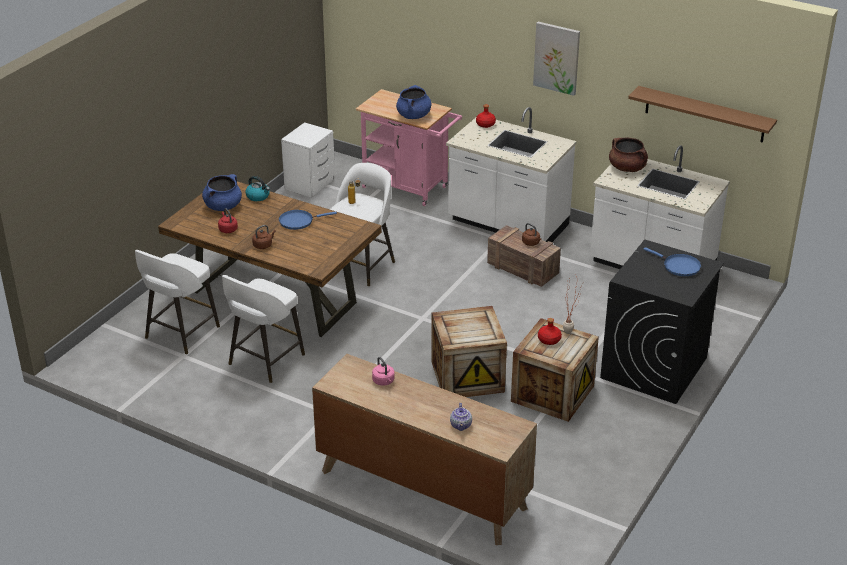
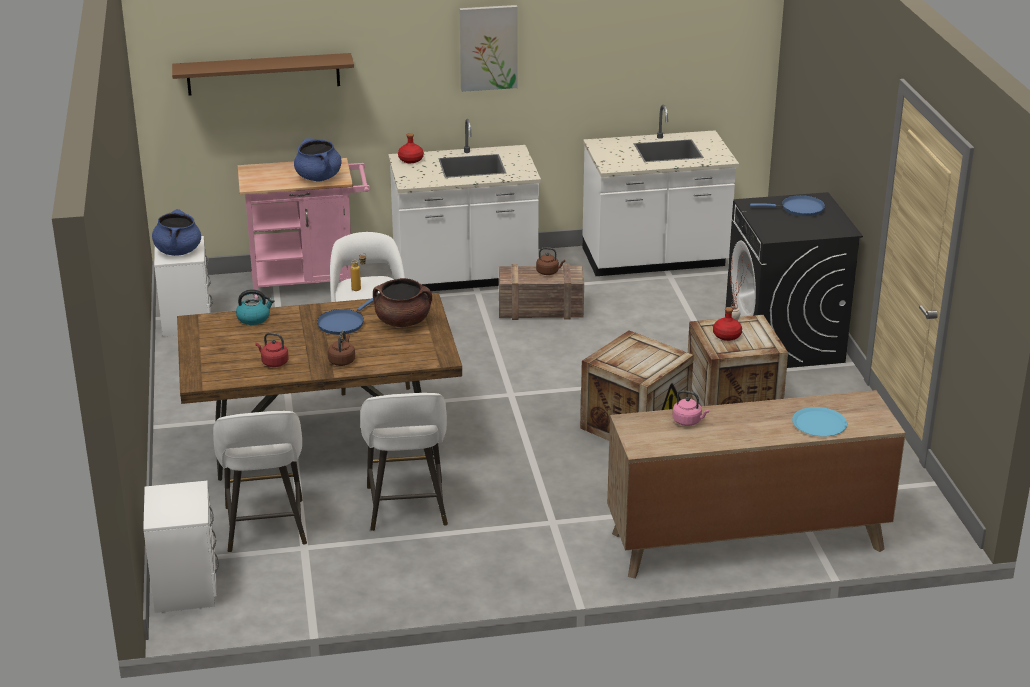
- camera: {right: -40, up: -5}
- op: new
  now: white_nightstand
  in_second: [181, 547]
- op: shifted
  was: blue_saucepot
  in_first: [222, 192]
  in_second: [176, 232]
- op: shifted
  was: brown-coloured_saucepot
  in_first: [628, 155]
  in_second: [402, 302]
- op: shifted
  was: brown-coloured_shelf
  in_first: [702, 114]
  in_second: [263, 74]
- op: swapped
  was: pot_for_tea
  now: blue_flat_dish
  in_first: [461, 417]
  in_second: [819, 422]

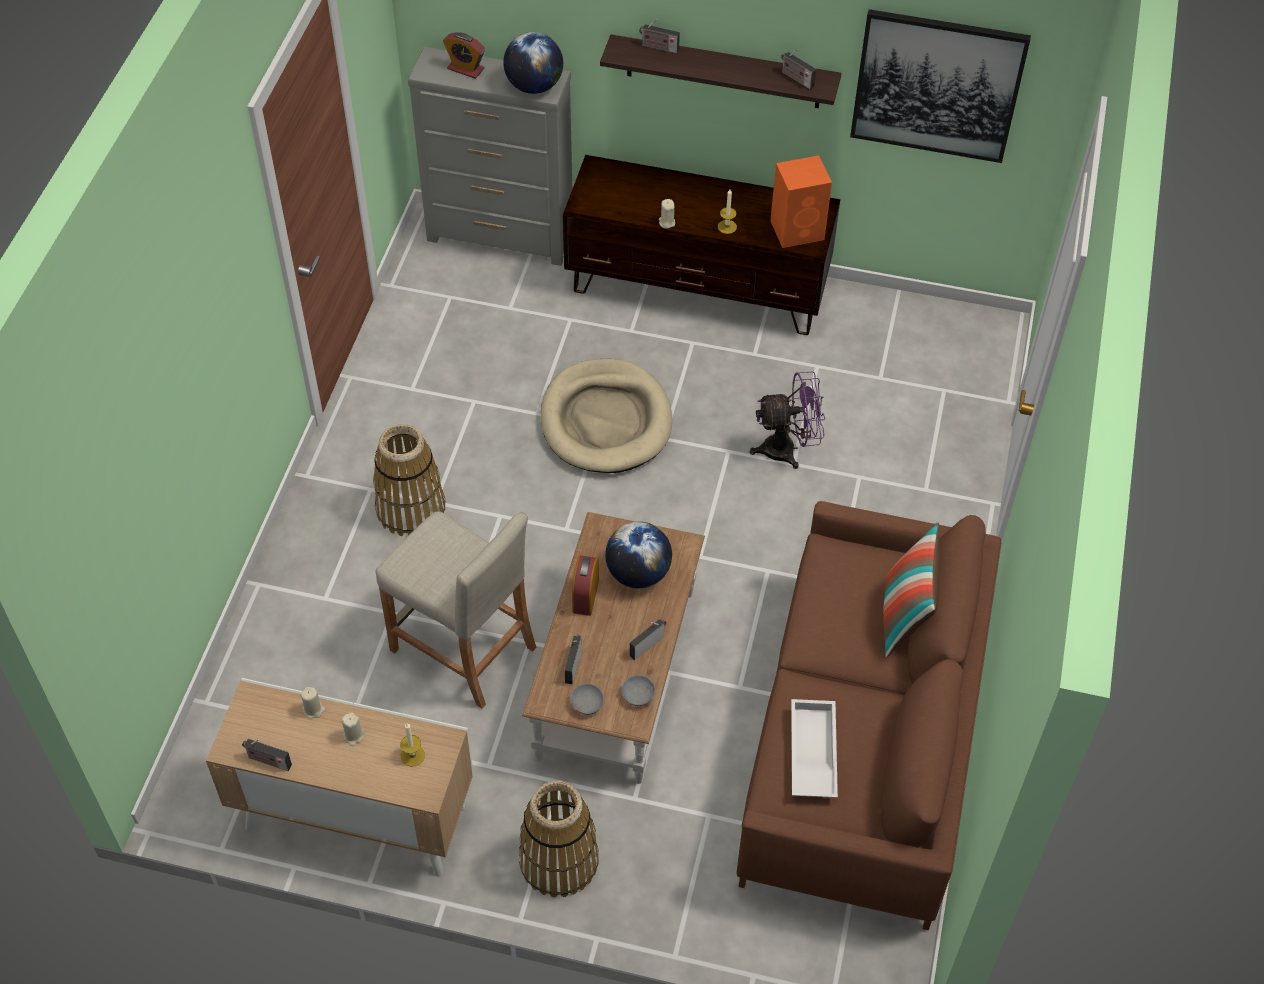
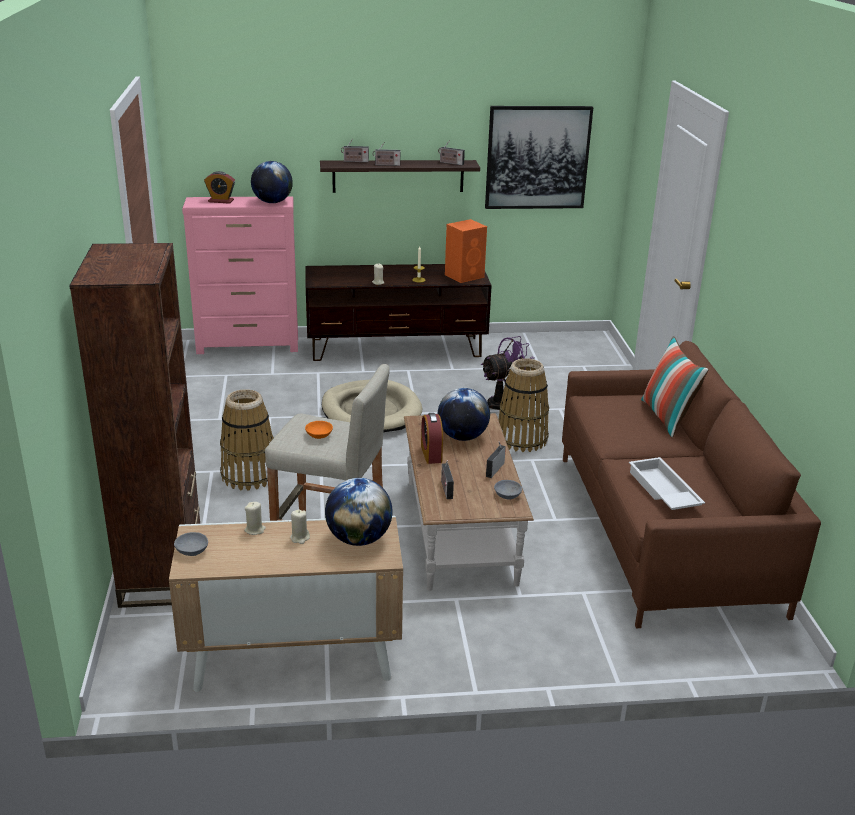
- camera: {right: -20, up: -25}
- op: new
  now: brown-coloured_bookcase
  in_second: [134, 425]
- op: new
  now: orange_bowl
  in_second: [319, 430]
- op: shifted
  was: radio_set
  in_first: [267, 755]
  in_second: [386, 154]
- op: shifted
  was: household_basket
  in_first: [559, 839]
  in_second: [523, 405]
- op: shifted
  was: greyish_bowl
  in_first: [587, 699]
  in_second: [191, 544]
- op: swapped
  was: wax_light
  now: globe
  in_first: [412, 745]
  in_second: [359, 512]
- op: repainted
  was: greyish_chest_of_drawers
  now: pink_chest_of_drawers
  in_first: [490, 156]
  in_second: [240, 275]

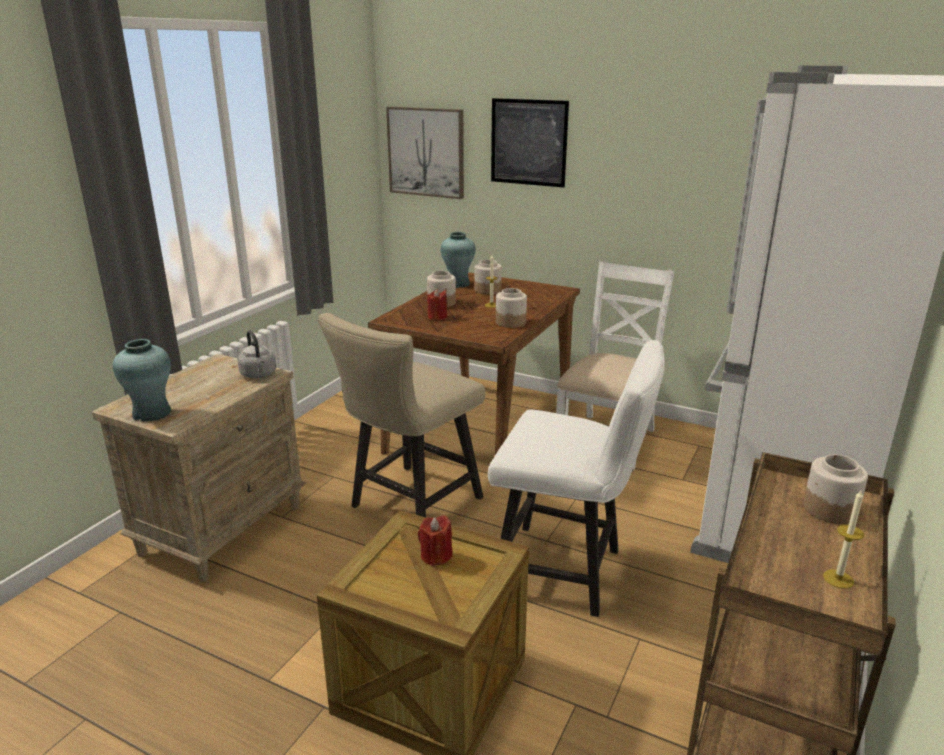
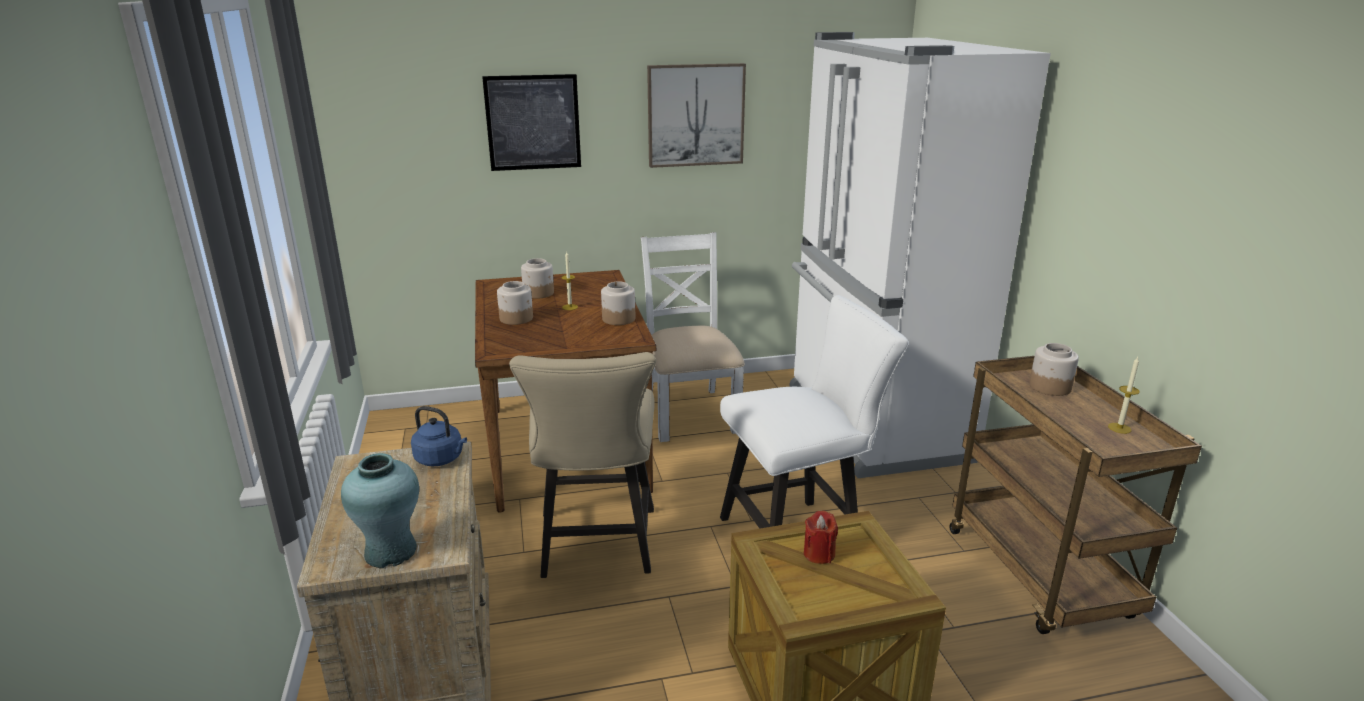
- camera: {right: -40, up: 0}
- op: gone
  was: red_wax_light
  in_first: [437, 304]
- op: gone
  was: turquoise_flower_vase
  in_first: [458, 260]
- op: shifted
  was: picture
  in_first: [425, 153]
  in_second: [696, 115]
- op: repainted
  was: greyish_water_kettle
  now: blue_water_kettle
  in_first: [257, 354]
  in_second: [439, 436]

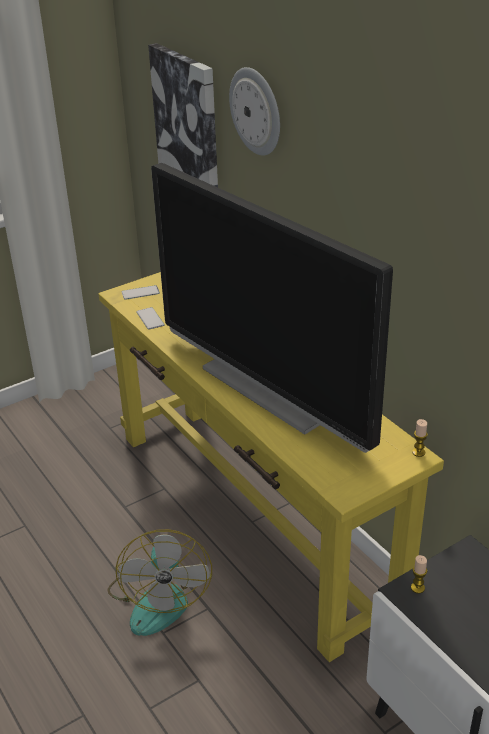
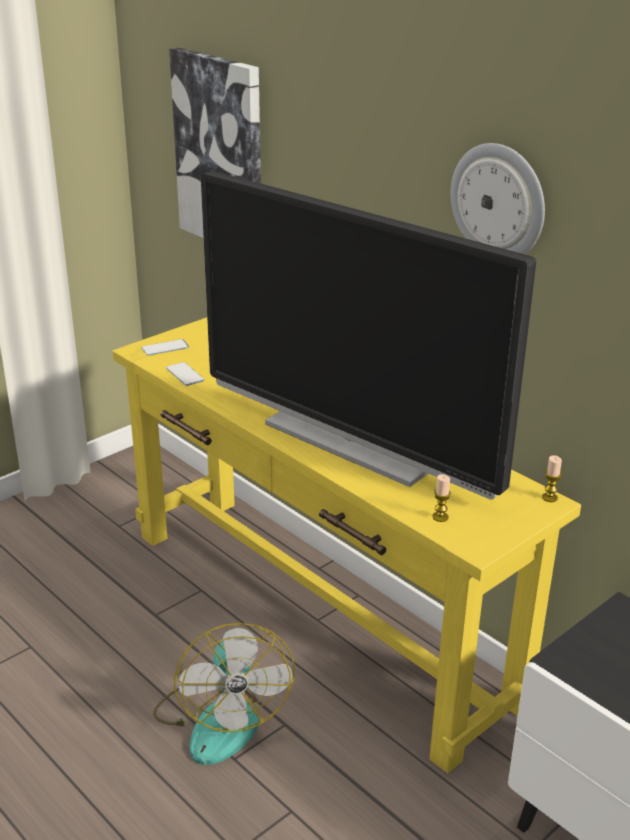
- camera: {right: -10, up: -5}
- op: shifted
  was: clock_on_the_wall
  in_first: [254, 111]
  in_second: [498, 198]
- op: shifted
  was: wax_light
  in_first: [419, 574]
  in_second: [441, 498]

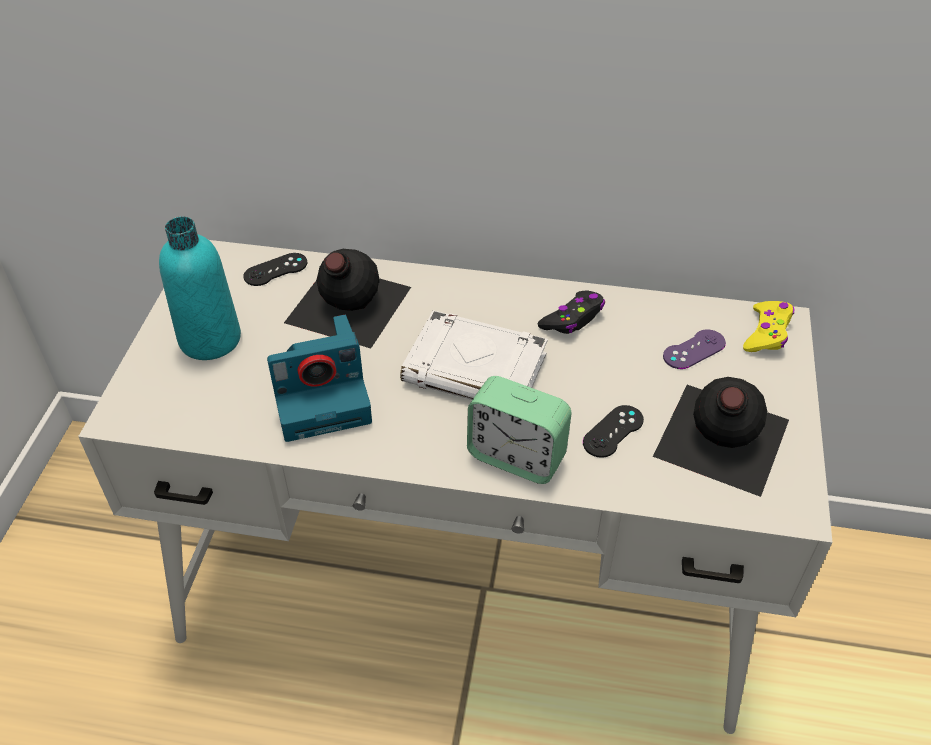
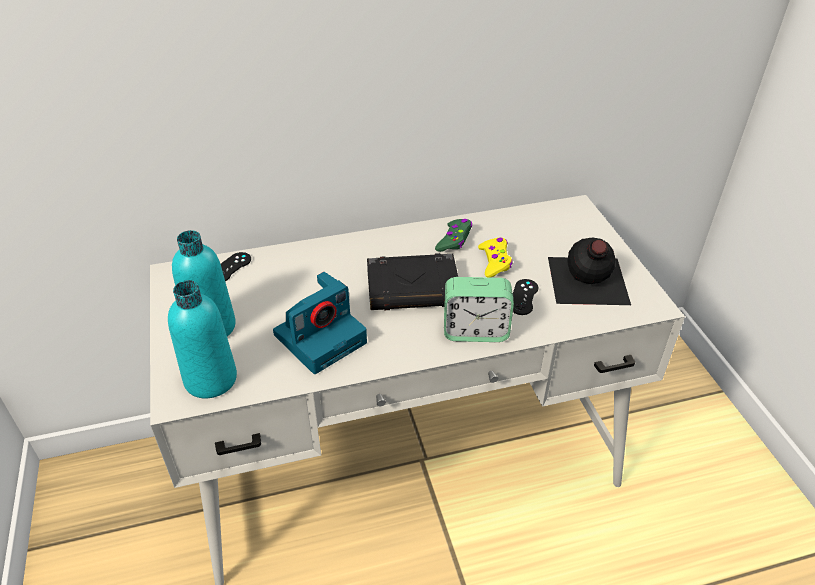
- camera: {right: -25, up: -5}
- op: gone
  was: black-coloured_bottle
  in_first: [347, 298]
- op: gone
  was: purplish_gamepad
  in_first: [694, 349]
- op: new
  now: turquoise_bottle
  in_second: [202, 339]
- op: shifted
  was: yellowish_gamepad
  in_first: [768, 326]
  in_second: [495, 257]
- op: repainted
  was: white_volume
  now: black-coloured_volume
  in_first: [474, 355]
  in_second: [412, 281]
- op: repainted
  was: black-coloured_gamepad
  now: green-coloured_gamepad
  in_first: [571, 312]
  in_second: [453, 235]

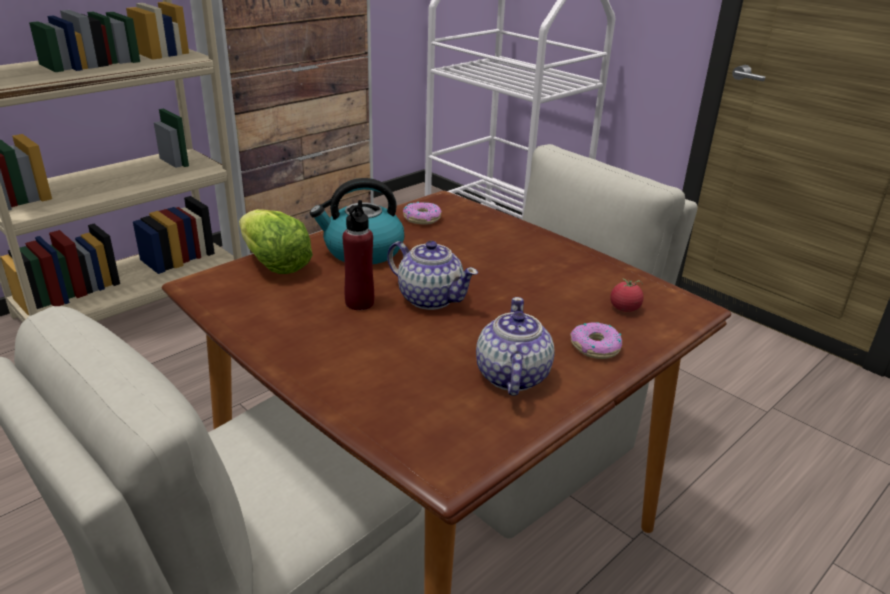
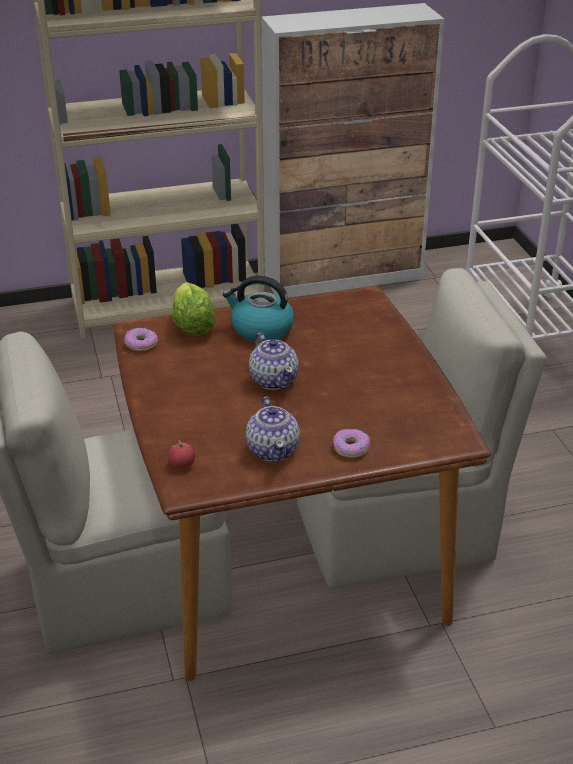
- camera: {right: 30, up: 5}
- op: gone
  was: red_bottle
  in_first: [358, 255]
- op: shifted
  was: ring_doughnut
  in_first: [422, 213]
  in_second: [141, 339]
- op: shifted
  was: fresh_tomato
  in_first: [626, 295]
  in_second: [181, 454]
- op: rotated
  was: pot_for_tea
  in_first: [515, 346]
  in_second: [273, 430]
  clockwise: 135

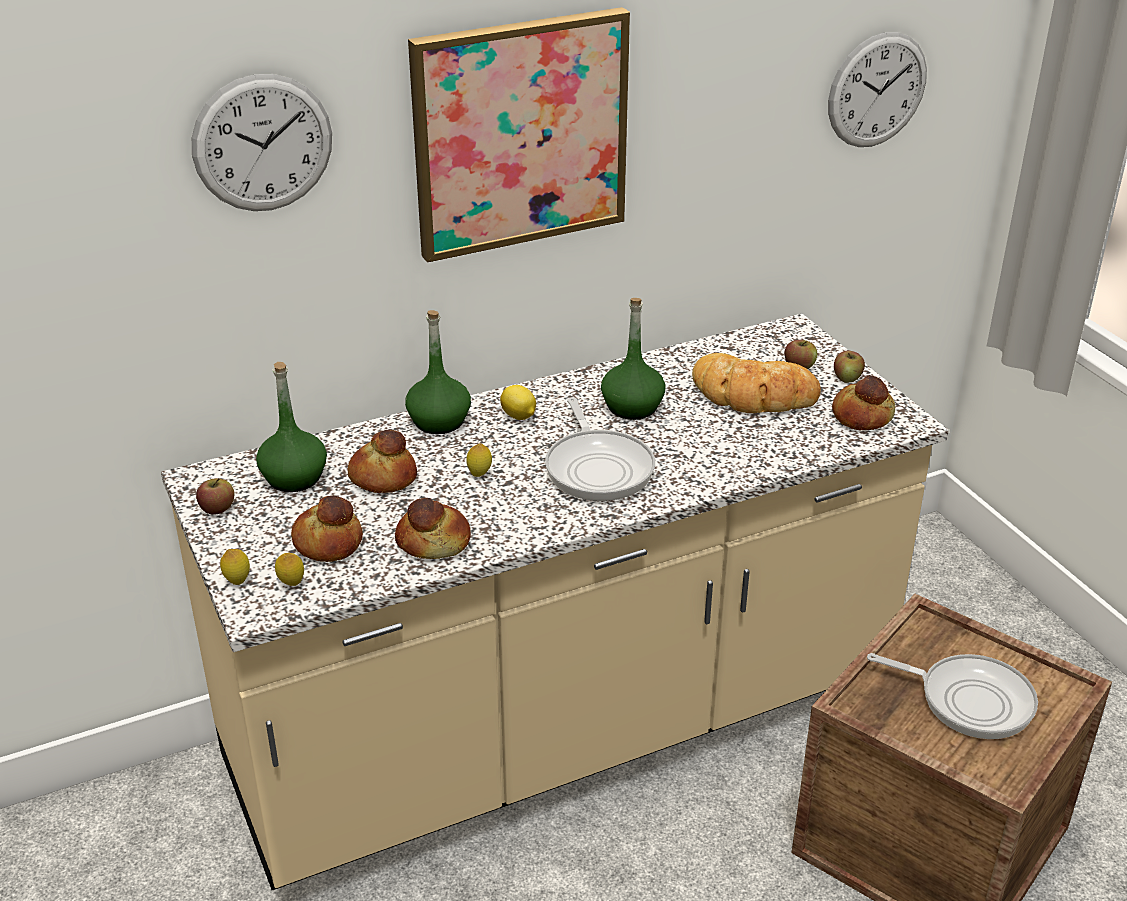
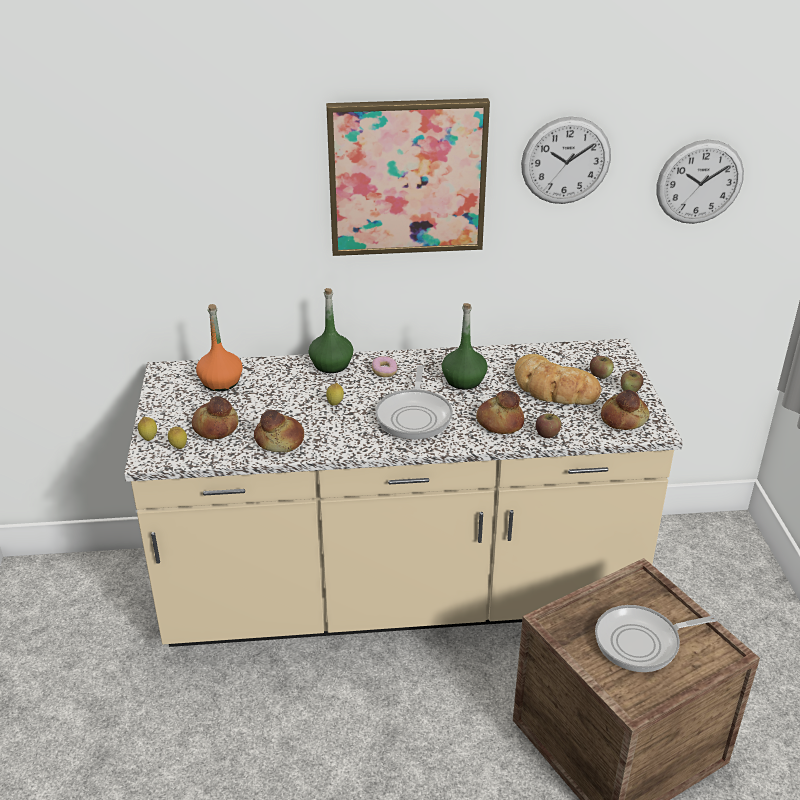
- camera: {right: 20, up: 0}
- op: shifted
  was: clock_on_the_wall
  in_first: [262, 142]
  in_second: [566, 160]
- op: shifted
  was: apple_fruit
  in_first: [215, 496]
  in_second: [548, 425]
- op: shifted
  was: bakery_bread
  in_first: [382, 461]
  in_second: [500, 412]
- op: swapped
  was: citrus_fruit
  now: ring_doughnut
  in_first: [518, 402]
  in_second: [384, 366]
- op: repainted
  was: green-coloured_bottle
  now: orange_bottle
  in_first: [291, 427]
  in_second: [219, 347]
- op: rotated
  was: frying_pan
  in_first: [952, 696]
  in_second: [656, 638]
  clockwise: 120

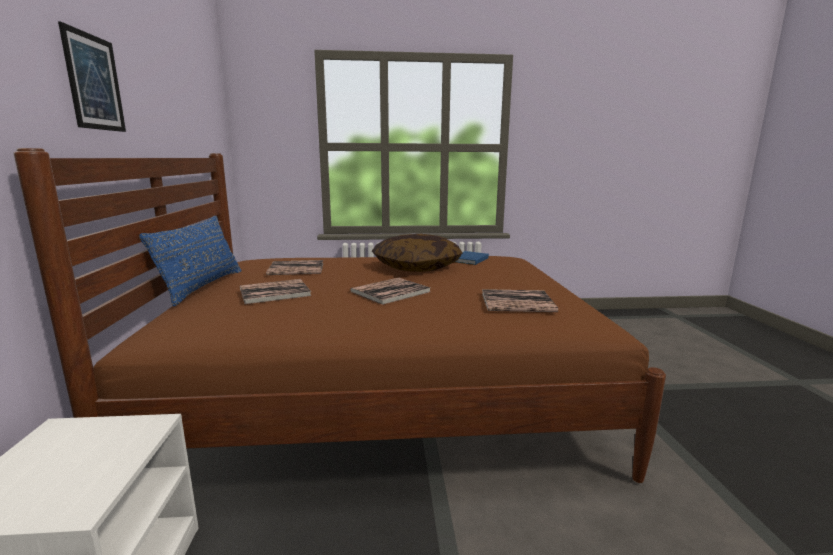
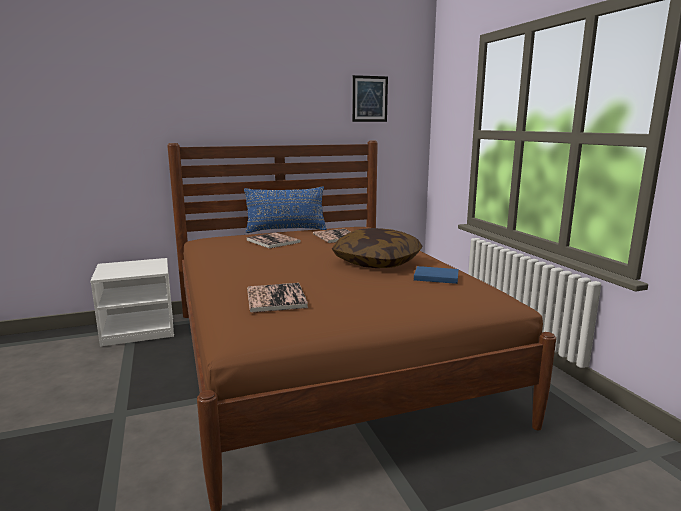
- camera: {right: 75, up: 0}
- op: gone
  was: volume
  in_first: [390, 291]
- op: shifted
  was: picture
  in_first: [92, 77]
  in_second: [370, 98]

